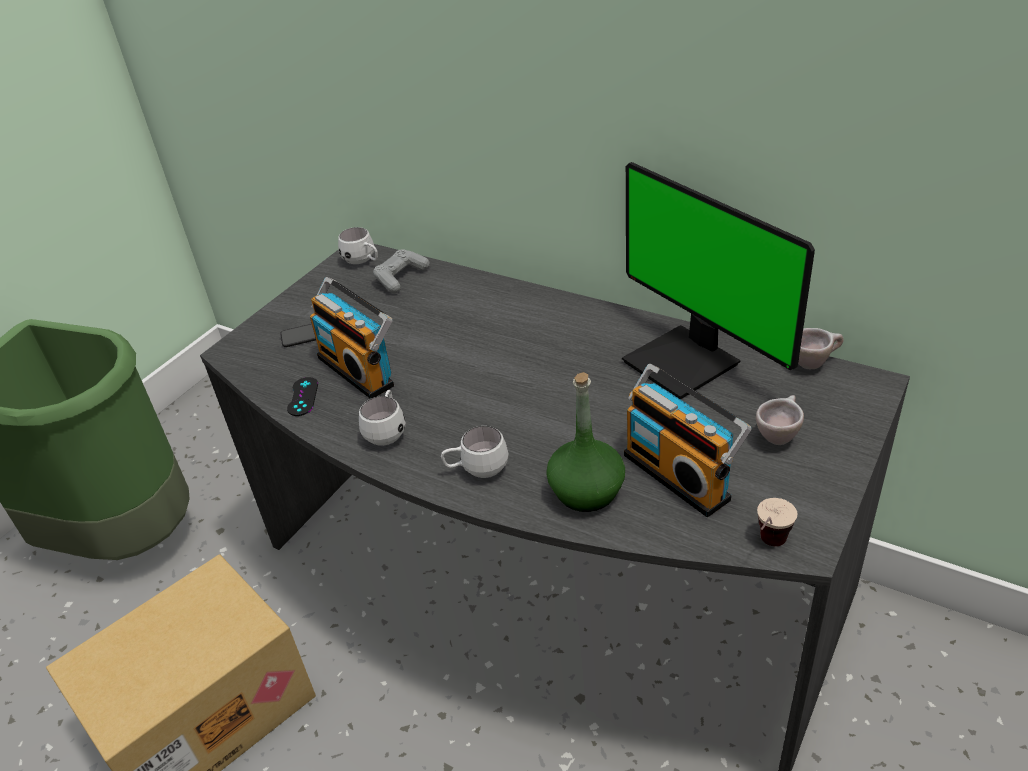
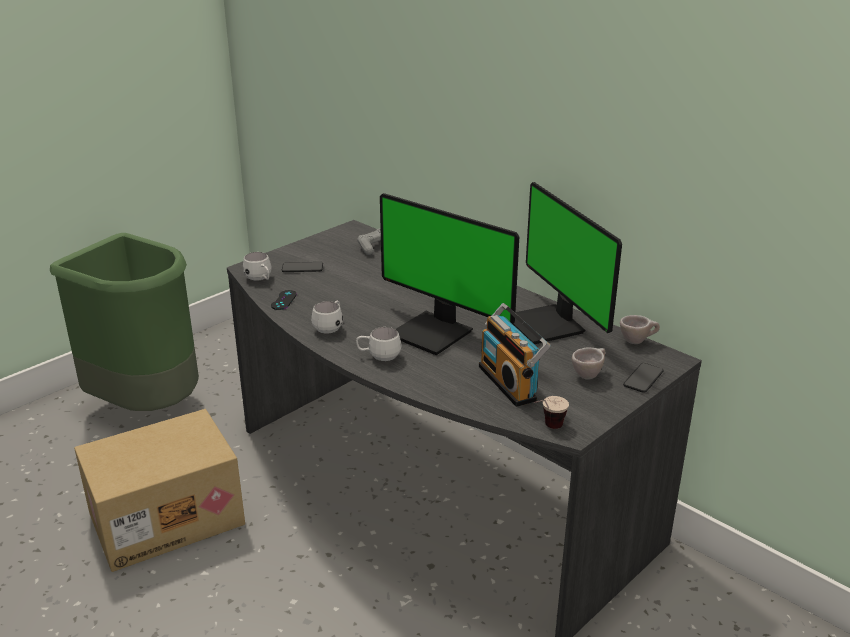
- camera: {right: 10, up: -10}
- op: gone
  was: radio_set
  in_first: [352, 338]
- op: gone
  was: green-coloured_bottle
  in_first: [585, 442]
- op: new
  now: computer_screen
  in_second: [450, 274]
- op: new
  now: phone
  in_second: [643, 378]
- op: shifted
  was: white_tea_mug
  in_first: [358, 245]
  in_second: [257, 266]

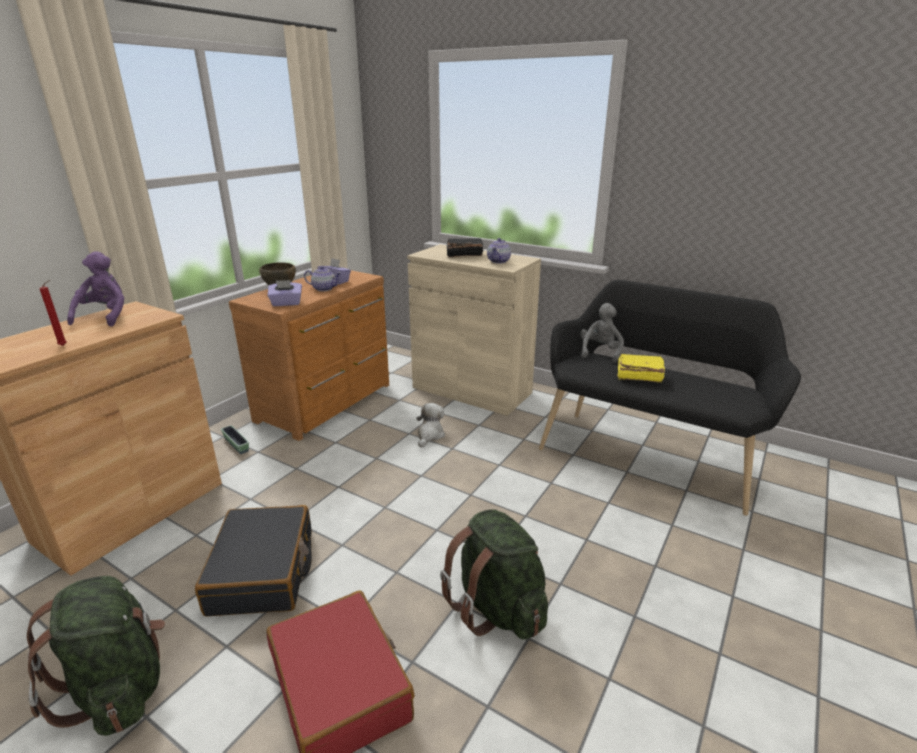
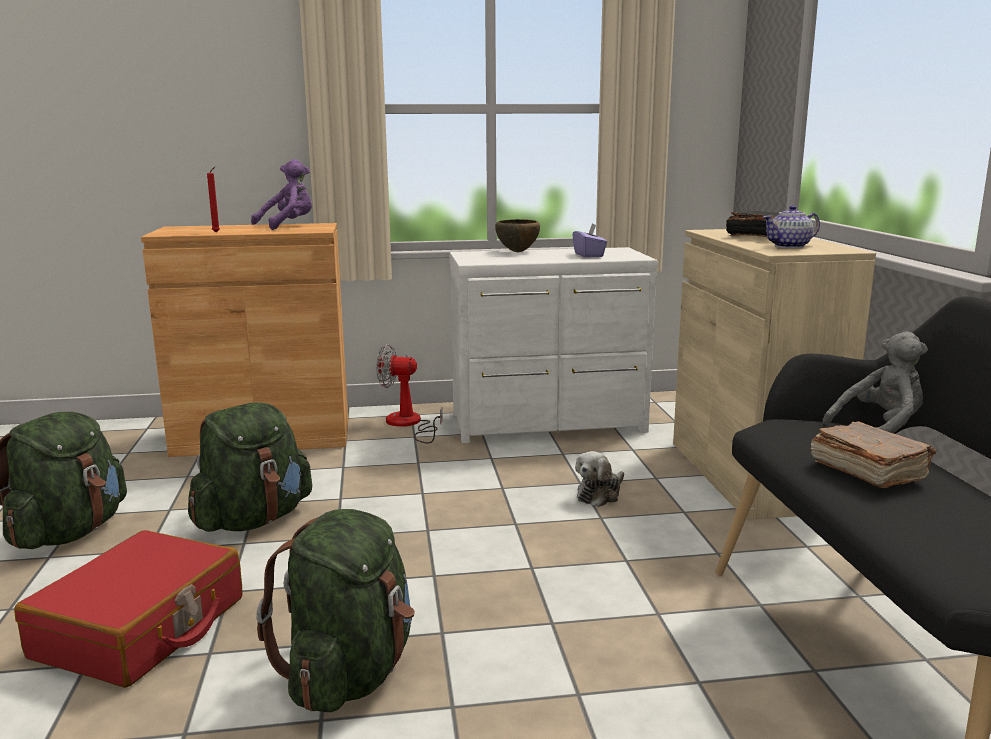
- camera: {right: 50, up: -10}
- op: gone
  was: purplish_box_of_tissues
  in_first: [284, 293]
- op: gone
  was: pot_for_tea
  in_first: [322, 278]
- op: swapped
  was: black-coloured_piece_of_luggage
  now: green-coloured_rucksack
  in_first: [253, 561]
  in_second: [250, 467]
- op: swapped
  was: plant_pot
  now: cooling_fan
  in_first: [235, 439]
  in_second: [409, 394]
- op: repainted
  was: brown-coloured_chest_of_drawers
  now: white_chest_of_drawers
  in_first: [309, 355]
  in_second: [553, 345]
- op: repainted
  was: yellowish_volume
  now: brown-coloured_volume
  in_first: [641, 368]
  in_second: [873, 454]
- op: rotated
  was: soft_toy
  in_first: [430, 425]
  in_second: [599, 479]
  clockwise: 150

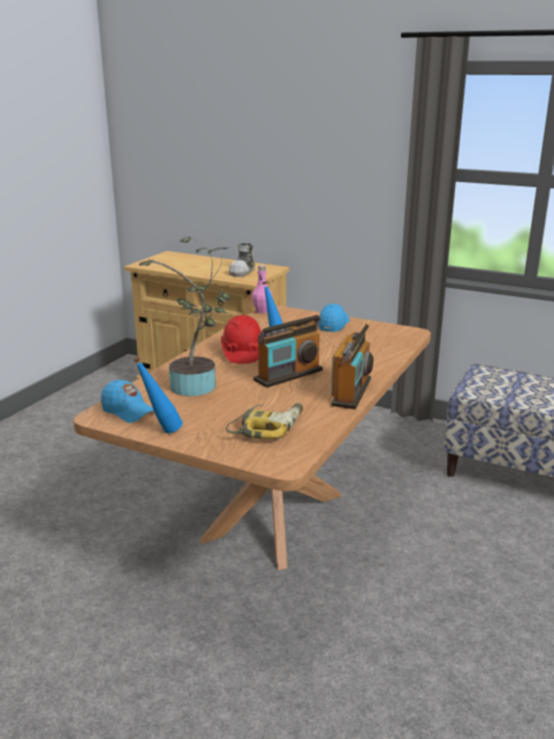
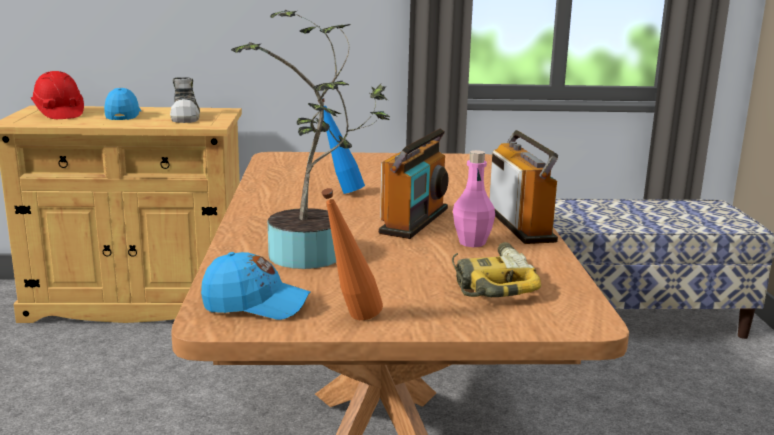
- camera: {right: -30, up: -5}
- op: shifted
  was: red_safety_helmet
  in_first: [241, 339]
  in_second: [57, 95]
- op: shifted
  was: pink_bottle
  in_first: [262, 289]
  in_second: [474, 198]
- op: shifted
  was: blue_cap
  in_first: [334, 318]
  in_second: [122, 104]
- op: repainted
  was: blue_bottle
  now: orange_bottle
  in_first: [158, 394]
  in_second: [352, 254]

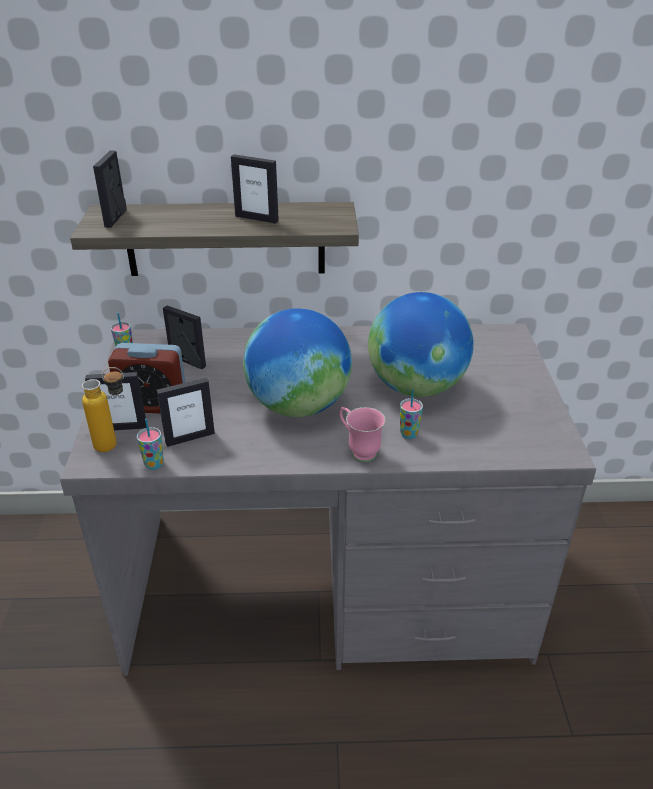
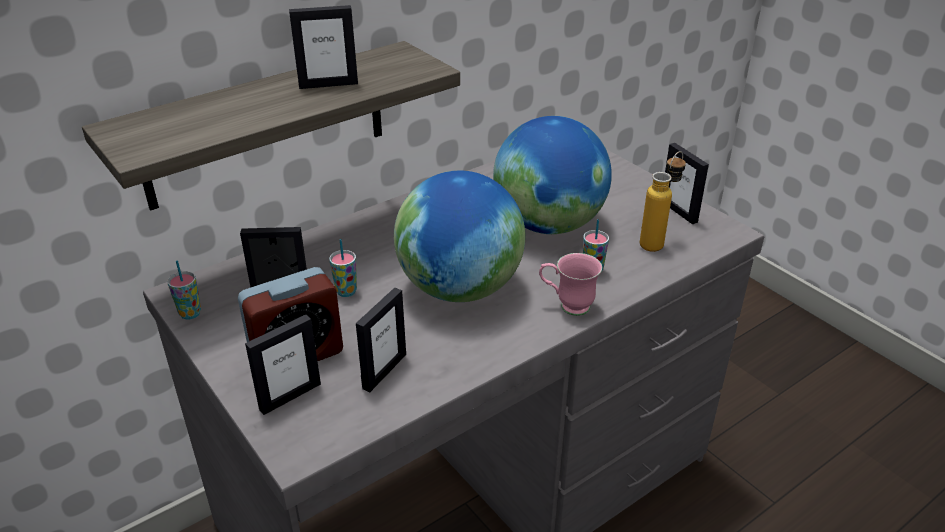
- camera: {right: -35, up: 0}
- op: shifted
  was: bottle
  in_first: [103, 409]
  in_second: [663, 201]
- op: shifted
  was: picture_frame
  in_first: [110, 189]
  in_second: [687, 183]
- op: shifted
  was: small_cup
  in_first: [150, 444]
  in_second: [343, 268]

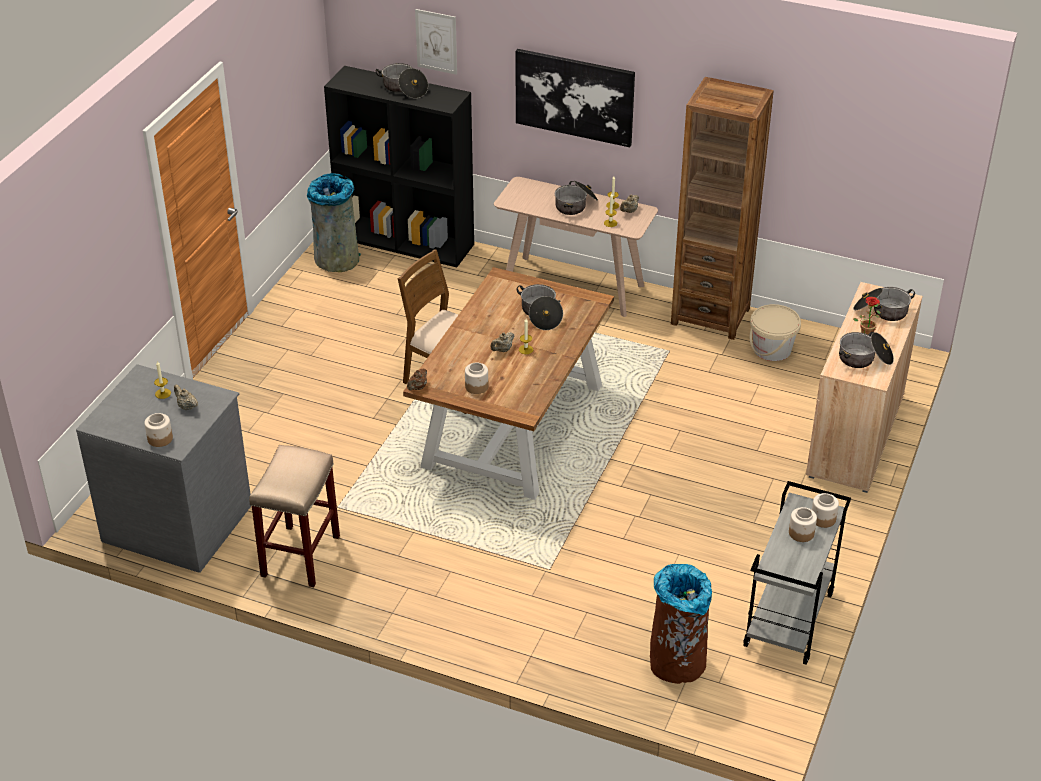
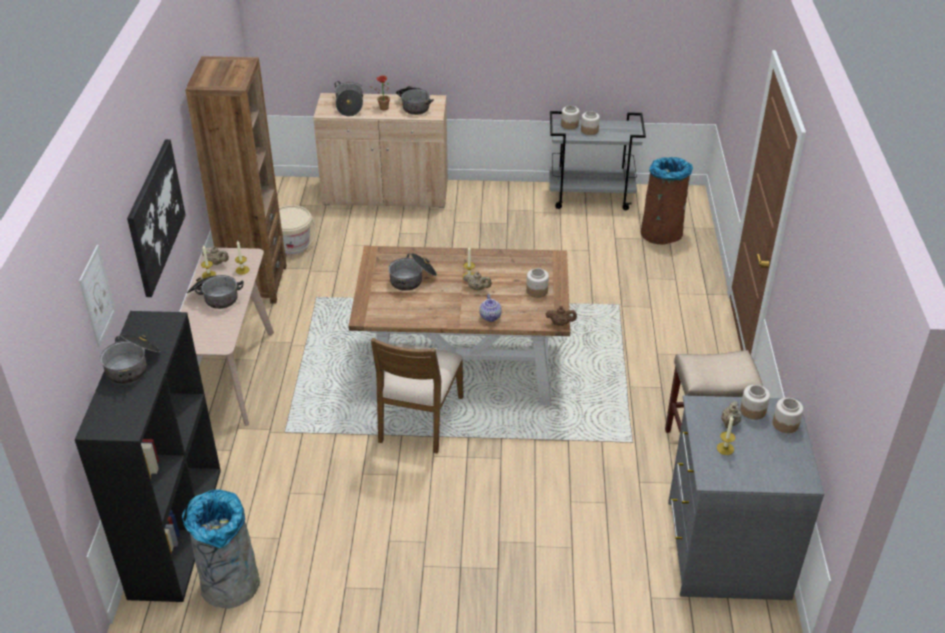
- camera: {right: -110, up: 0}
- op: new
  now: pot_for_tea
  in_second: [490, 308]
- op: new
  now: preserve_jar
  in_second: [755, 402]

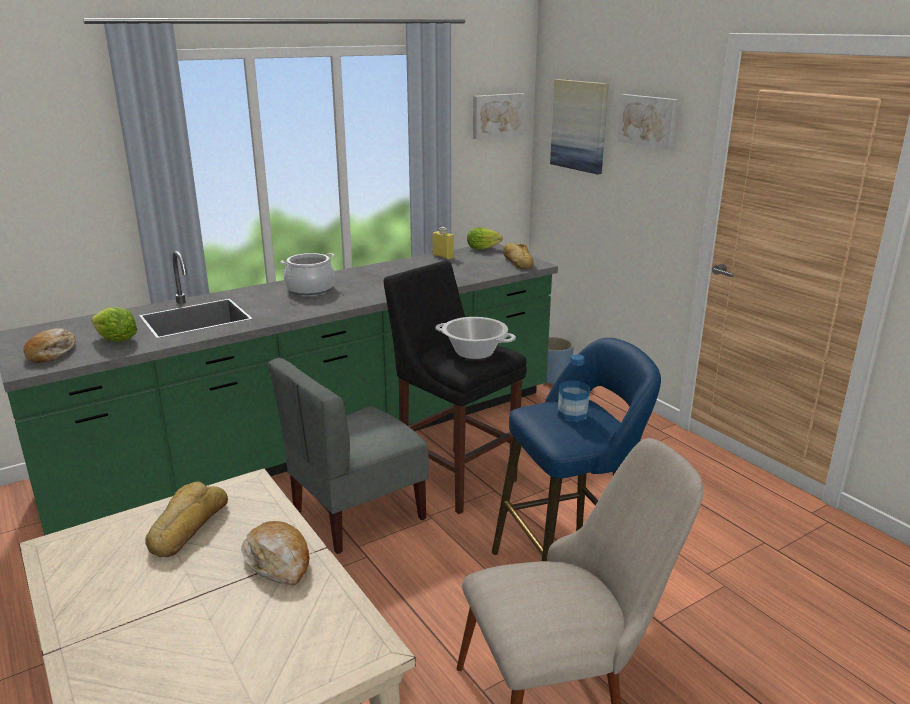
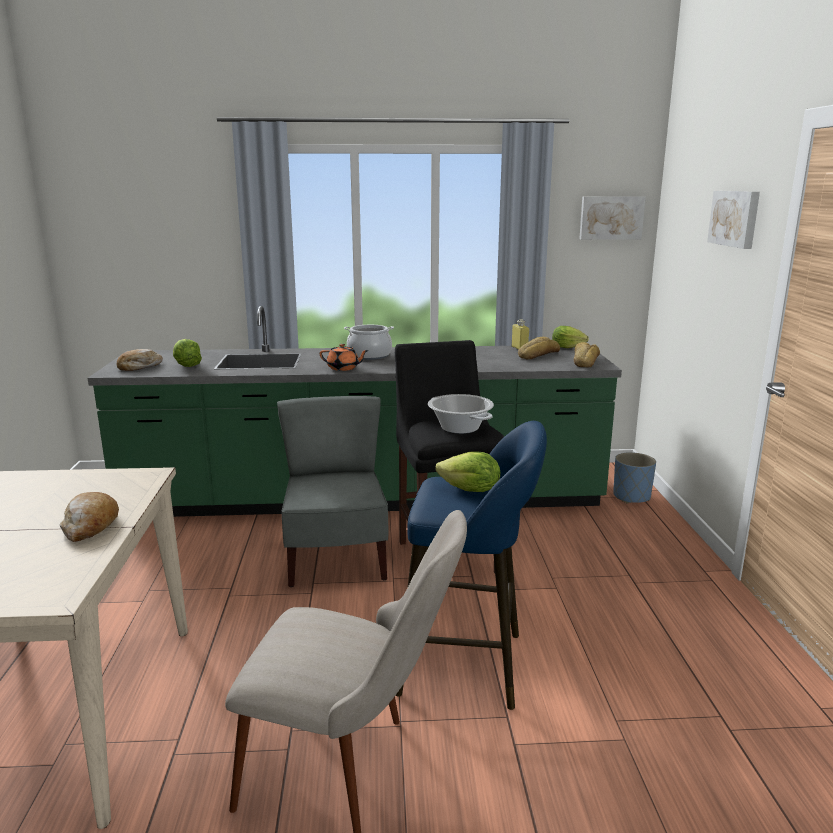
- camera: {right: 30, up: -5}
- op: gone
  was: picture
  in_first: [579, 126]
- op: new
  now: orange_pot_for_tea
  in_second: [344, 357]
- op: shifted
  was: bakery_bread
  in_first: [186, 519]
  in_second: [539, 348]
- op: swapped
  was: bottle
  now: lettuce_head
  in_first: [573, 388]
  in_second: [468, 472]
- op: rotated
  was: greyish_plain_chair
  in_first: [348, 456]
  in_second: [332, 491]
  clockwise: 90

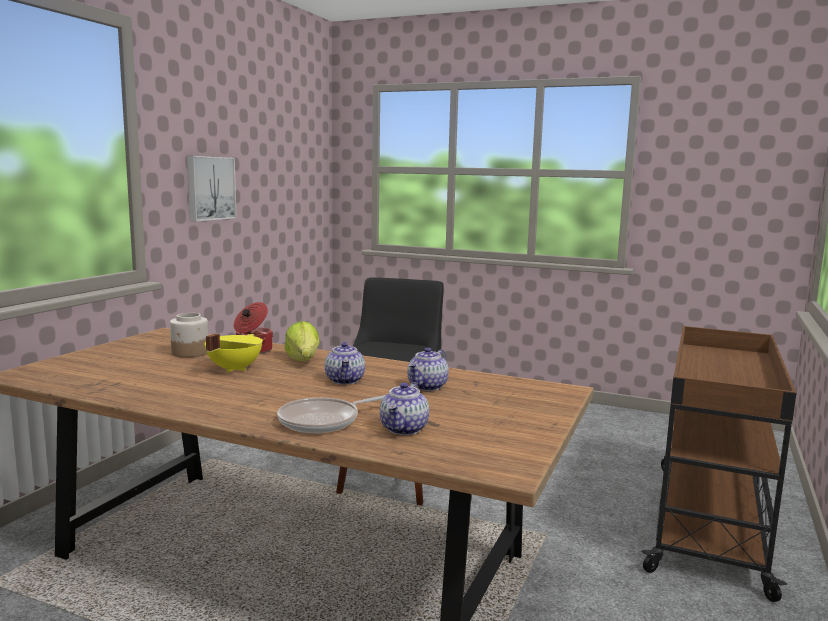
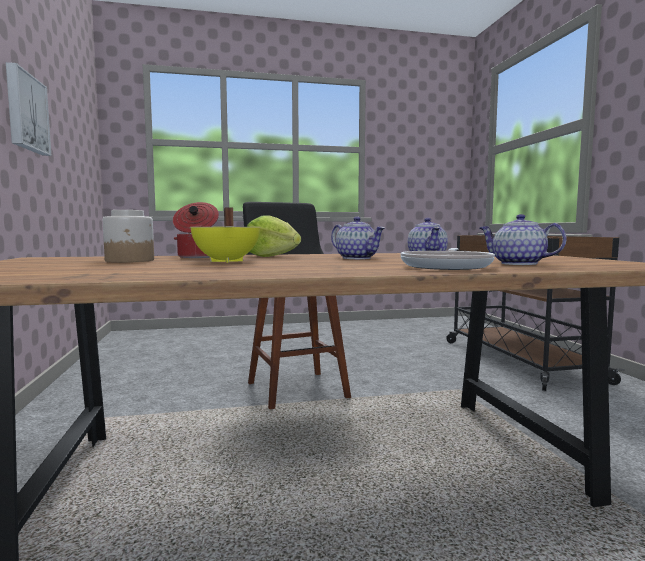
- camera: {right: -35, up: -5}
- op: rotated
  was: pot_for_tea
  in_first: [404, 408]
  in_second: [523, 239]
  clockwise: 150

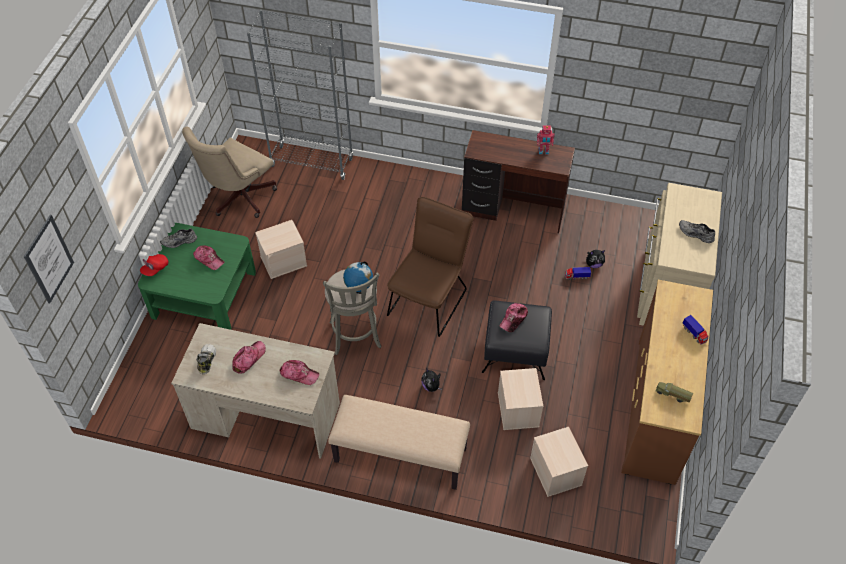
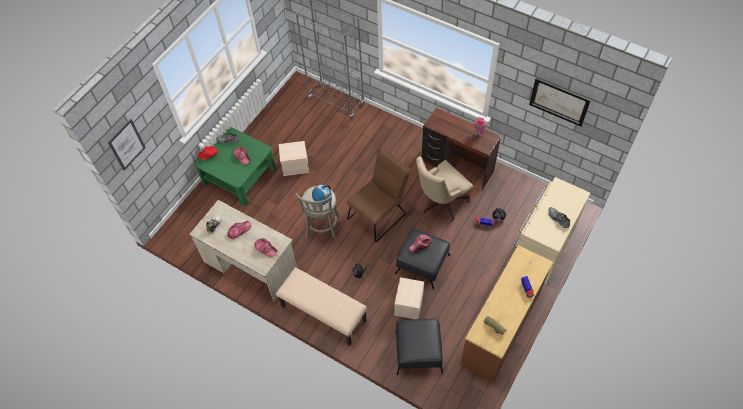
- camera: {right: 20, up: 5}
- op: new
  now: picture
  in_second: [560, 102]
- op: shifted
  was: beige_desk_chair
  in_first: [229, 172]
  in_second: [444, 189]
- op: swapped
  was: beige_storage_container
  now: black-coloured_footrest
  in_first: [559, 462]
  in_second: [419, 347]

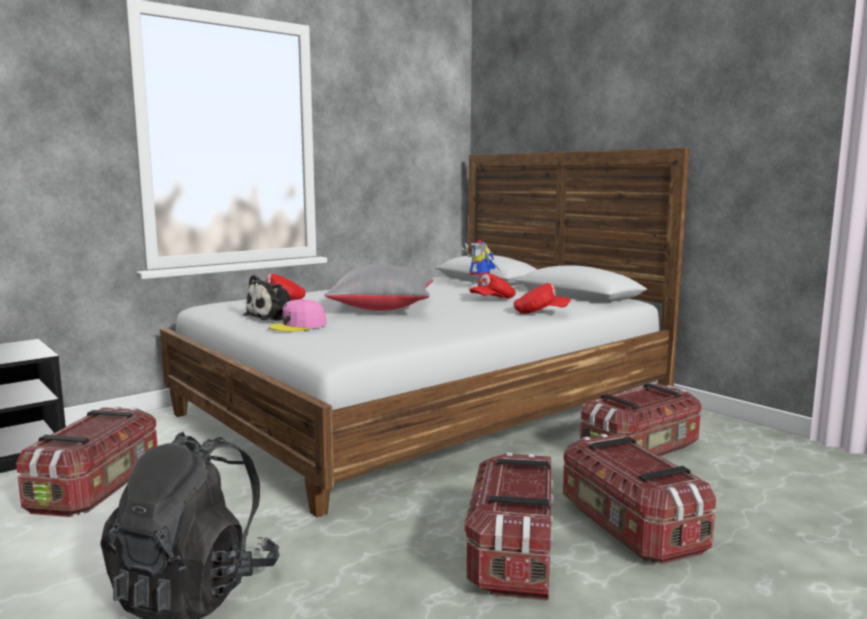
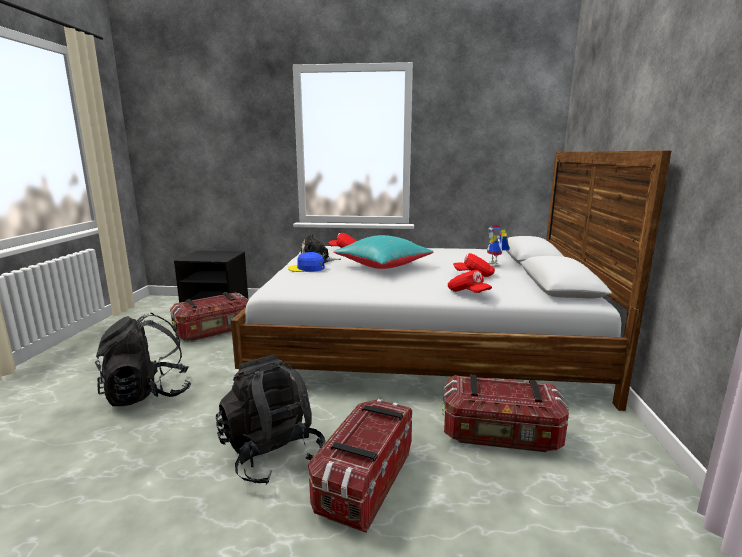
- camera: {right: 45, up: 5}
- op: swapped
  was: storage_container
  now: black-coloured_rucksack
  in_first: [509, 526]
  in_second: [270, 420]
- op: repainted
  was: pink_cap
  now: blue_cap
  in_first: [298, 315]
  in_second: [306, 262]
- op: repainted
  was: greyish_cushion
  now: turquoise_cushion
  in_first: [378, 287]
  in_second: [383, 252]

